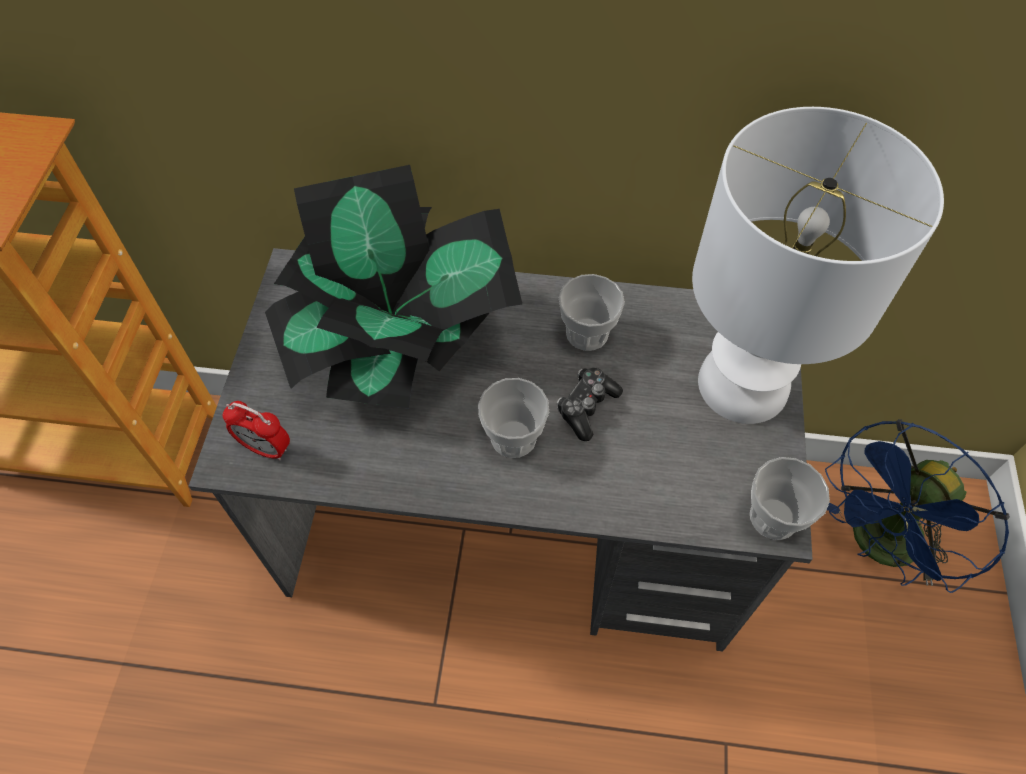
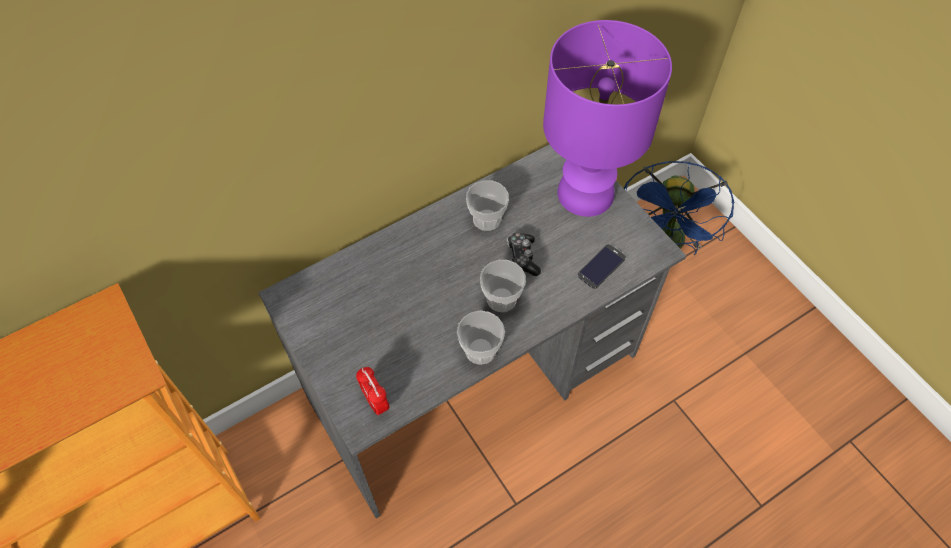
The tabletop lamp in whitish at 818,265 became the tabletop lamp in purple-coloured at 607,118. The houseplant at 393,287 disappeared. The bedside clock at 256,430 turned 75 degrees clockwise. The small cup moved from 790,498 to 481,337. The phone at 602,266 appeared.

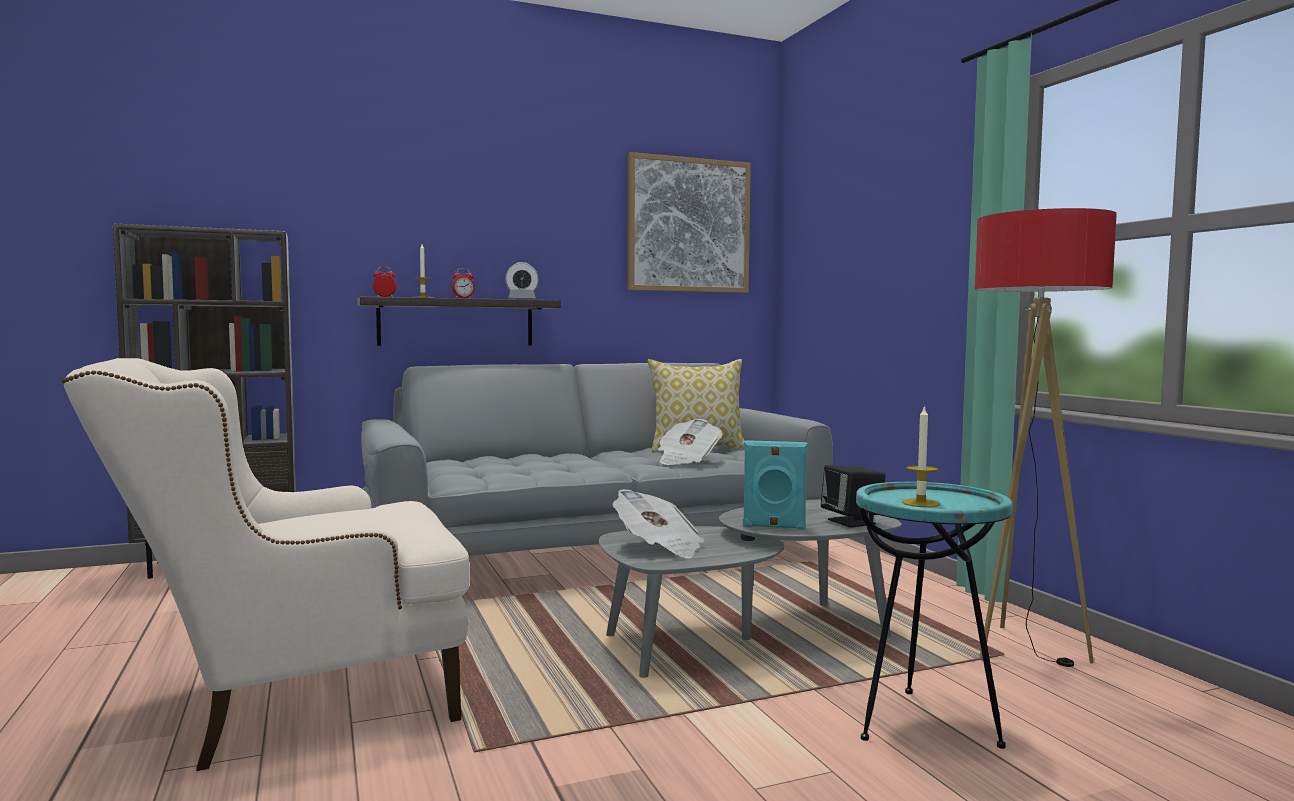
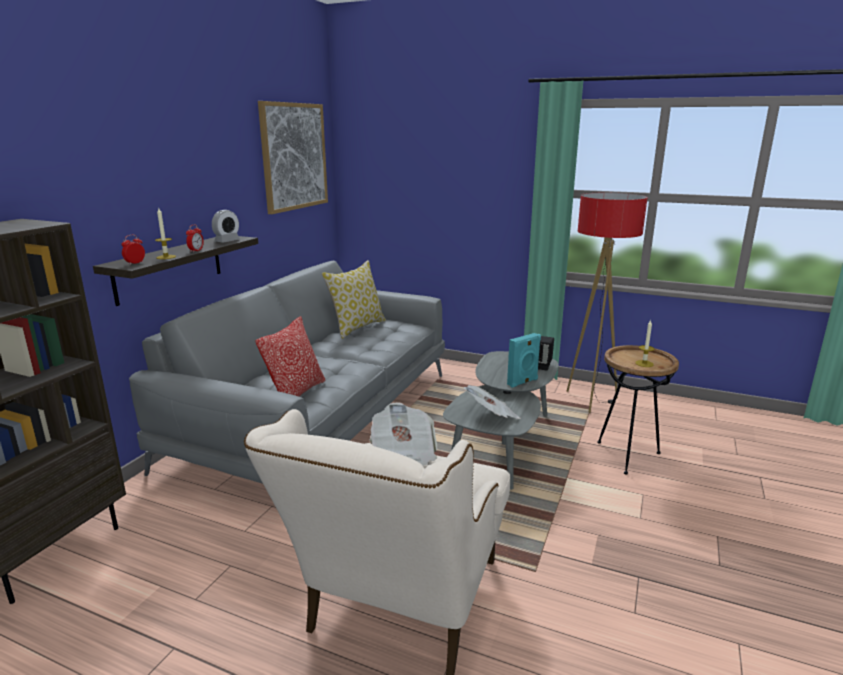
The printed paper moved from 690,442 to 403,434. The end table in turquoise-coloured at 934,615 became the end table in brown at 638,410. The pillow at 290,356 appeared.

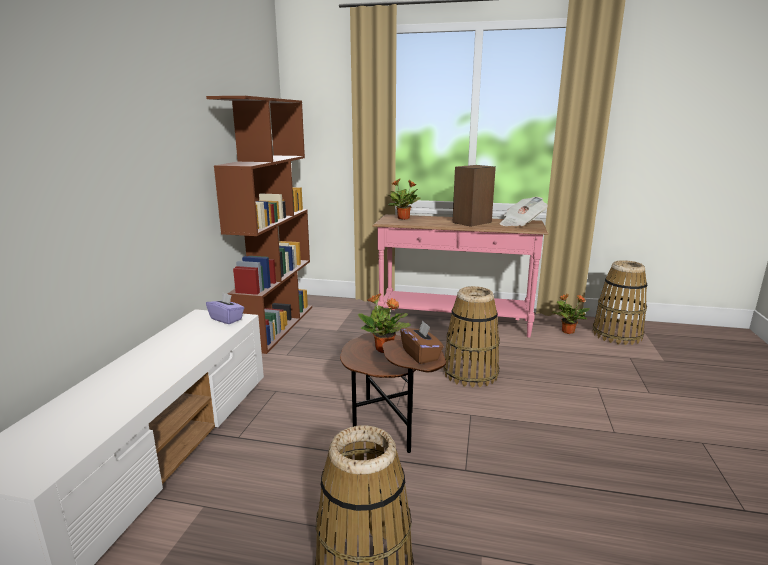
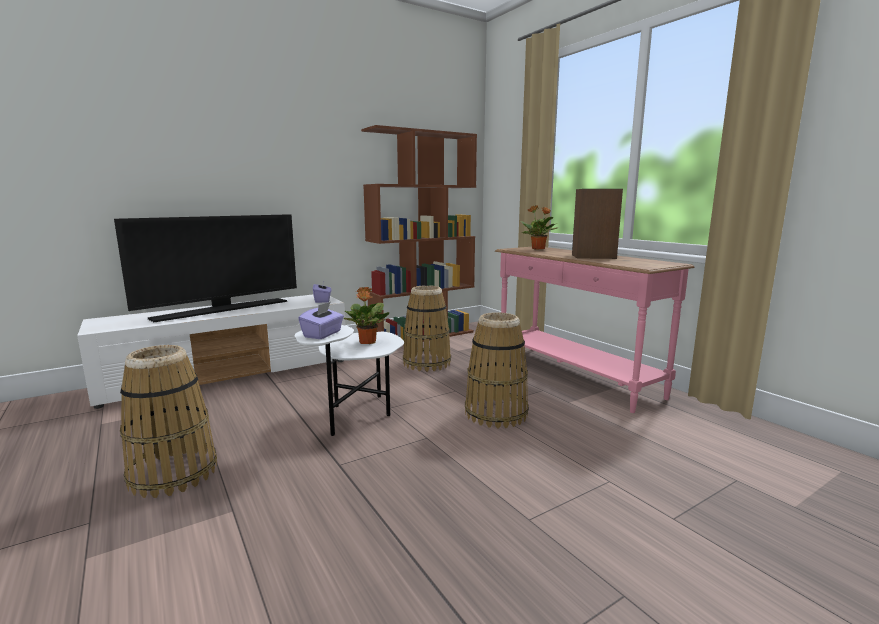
The printed paper at 524,211 disappeared. The household basket moved from 620,302 to 427,328. The houseplant at 571,314 disappeared. The tissue box in brown at 422,342 became the tissue box in purple-coloured at 321,320. The end table in brown at 393,393 became the end table in whitish at 349,380. The television at 205,268 appeared.

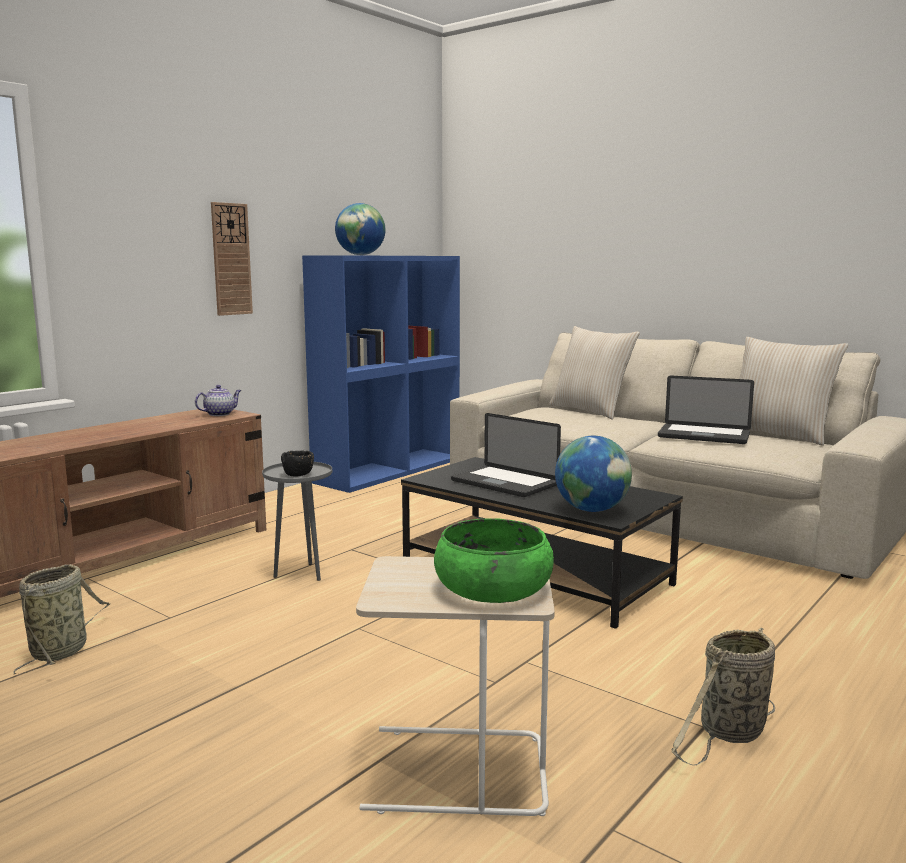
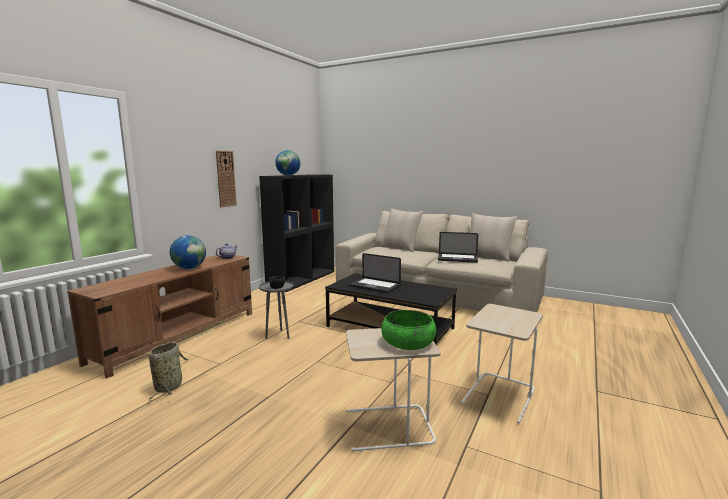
The bookcase in blue at 381,374 became the bookcase in blackish at 296,233. The world globe moved from 593,474 to 188,252. The household basket at 723,697 was replaced by the end table in beige-coloured at 502,364.

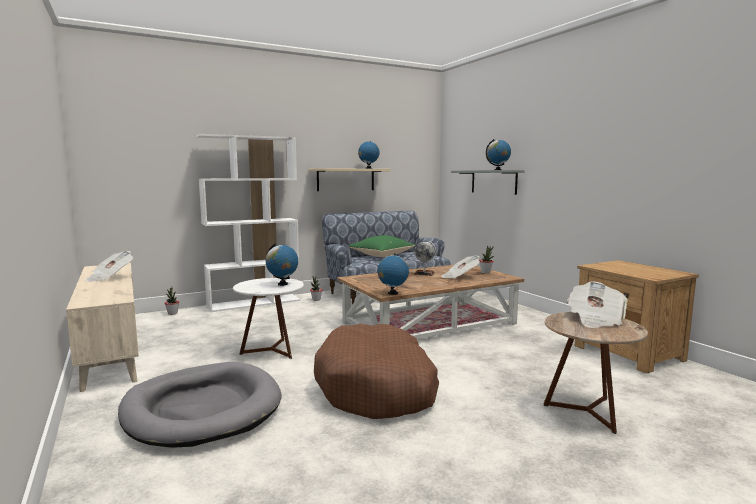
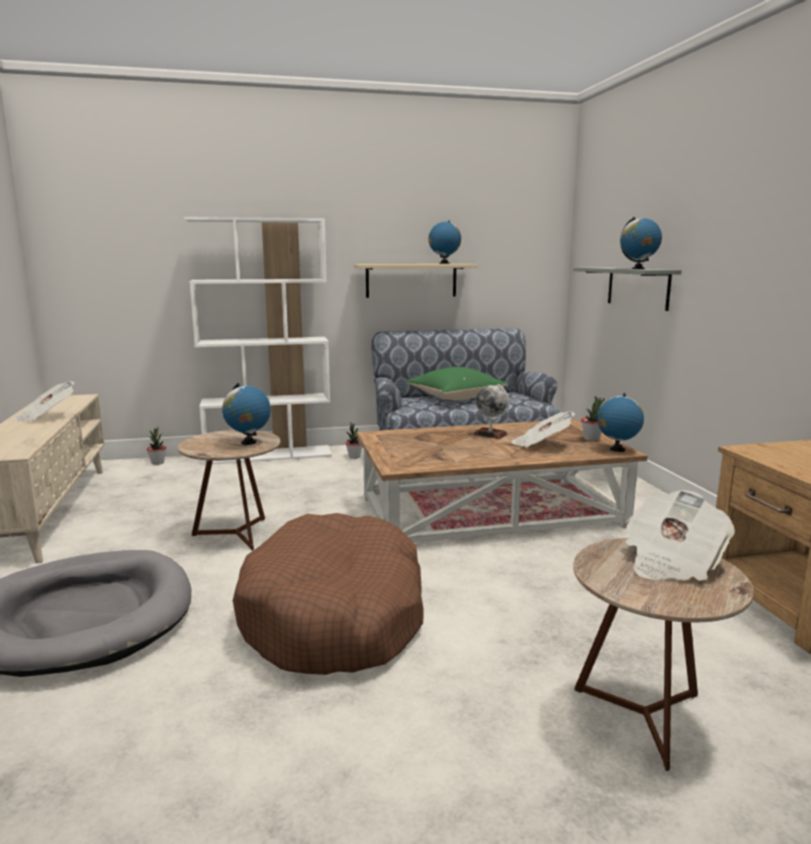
The world globe moved from 393,274 to 620,422. The end table in whitish at 268,318 became the end table in brown at 229,490.

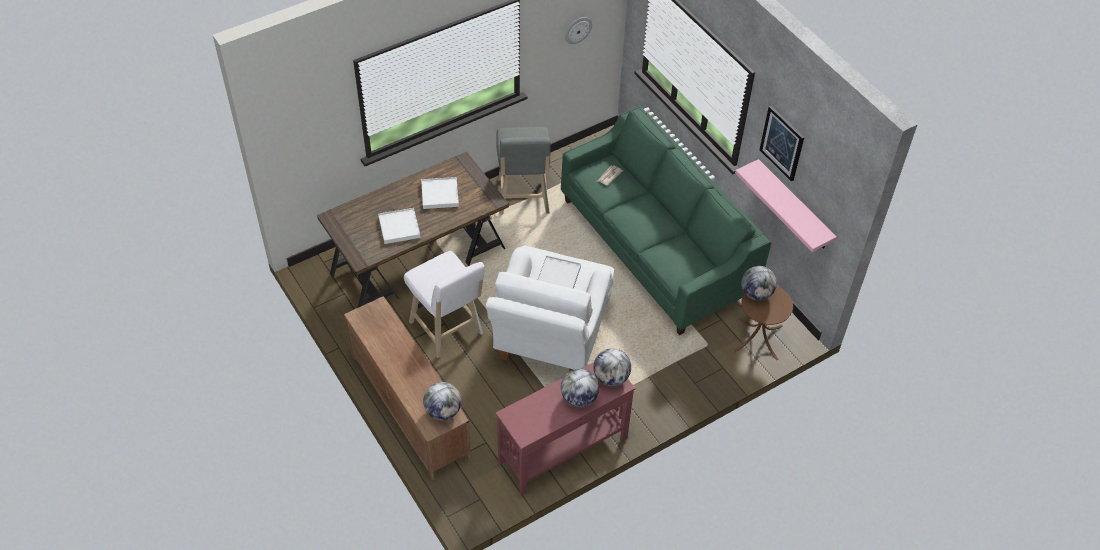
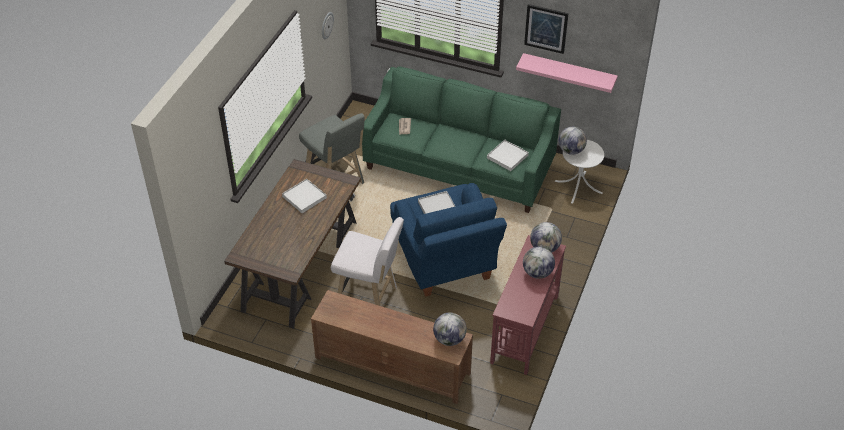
The serving tray in whitish moved from 399,226 to 508,155. The easy chair in whitish at 550,309 became the easy chair in blue at 448,240. The end table in brown at 763,323 became the end table in whitish at 579,172.

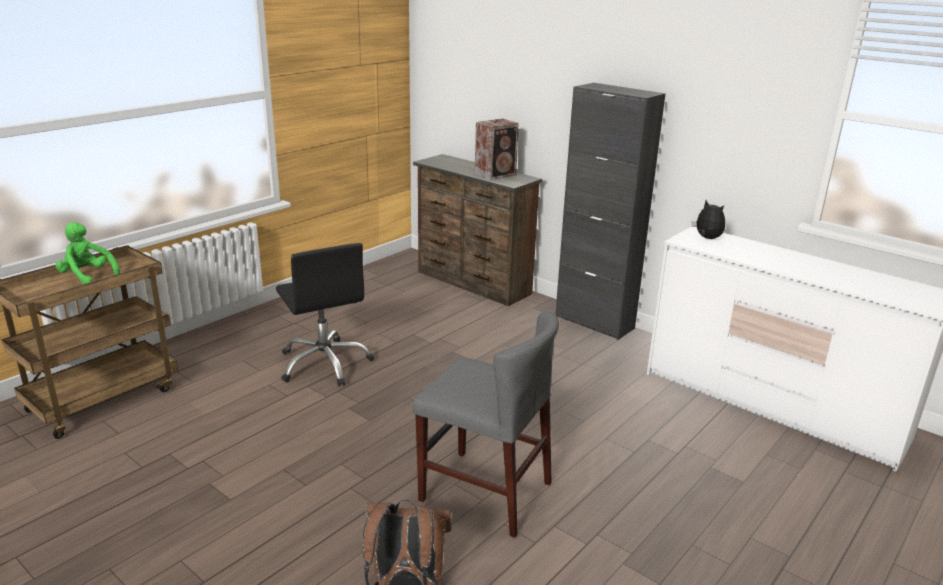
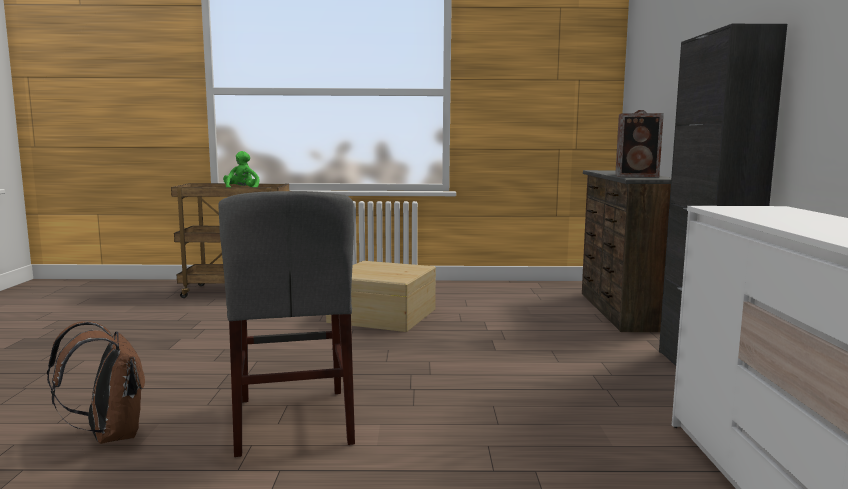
The soft toy at 708,219 disappeared. The office chair in blackish at 325,315 was replaced by the storage bin in beige-coloured at 381,296.

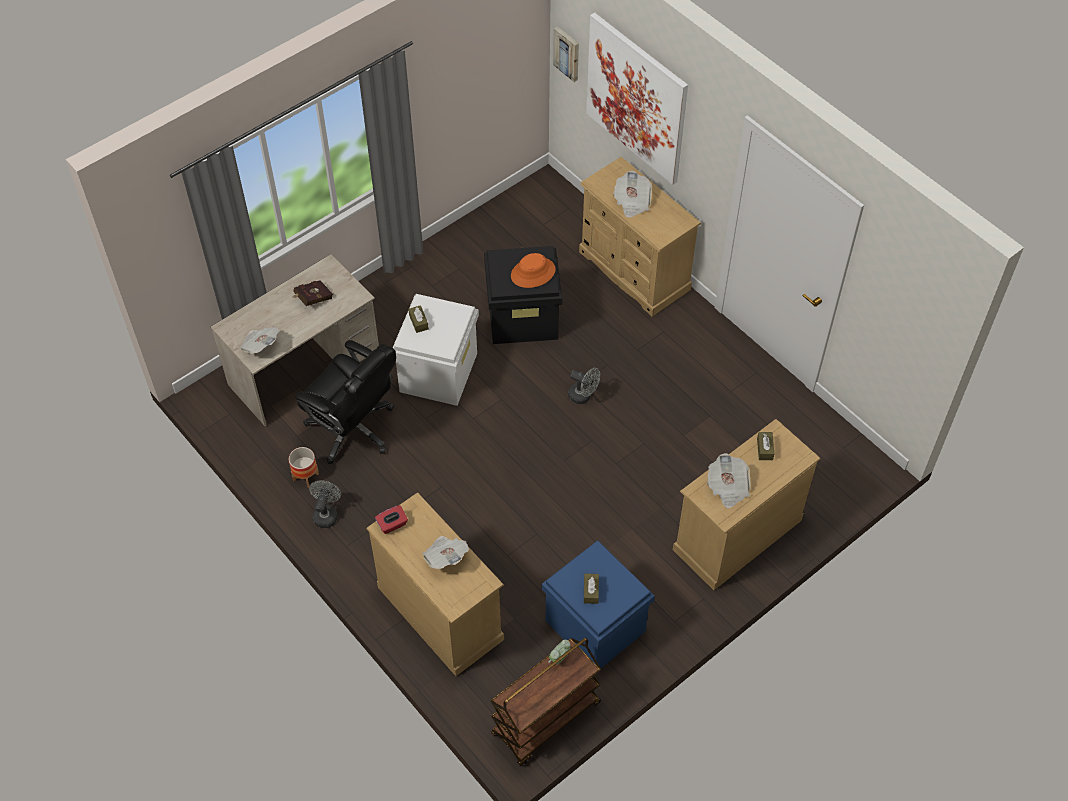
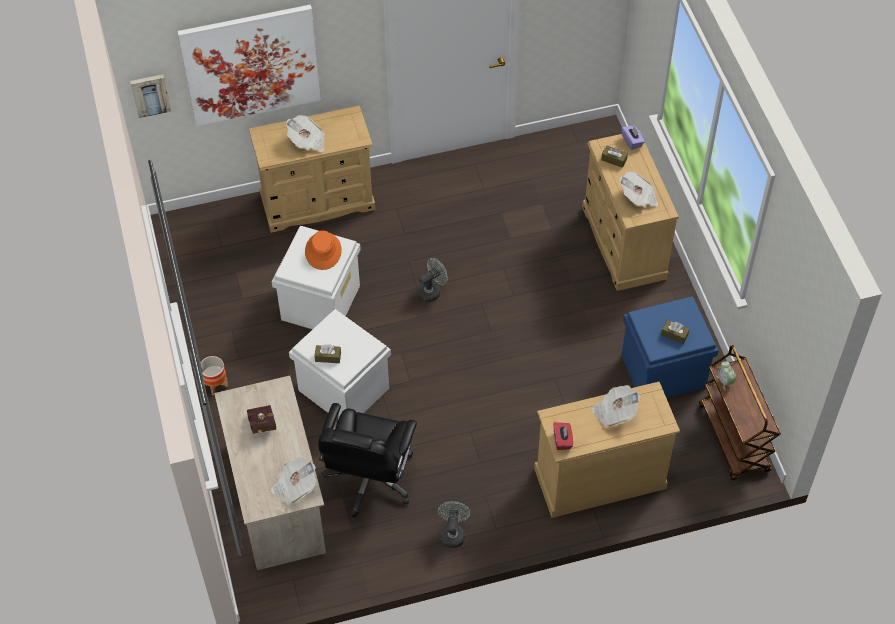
The storage bin in blackish at 523,295 became the storage bin in whitish at 316,277. The office chair in blackish at 345,402 turned 135 degrees clockwise. The plant pot moved from 304,467 to 214,376. The electric fan in grey at 325,504 turned 60 degrees clockwise. The tissue box in purple-coloured at 633,138 appeared.

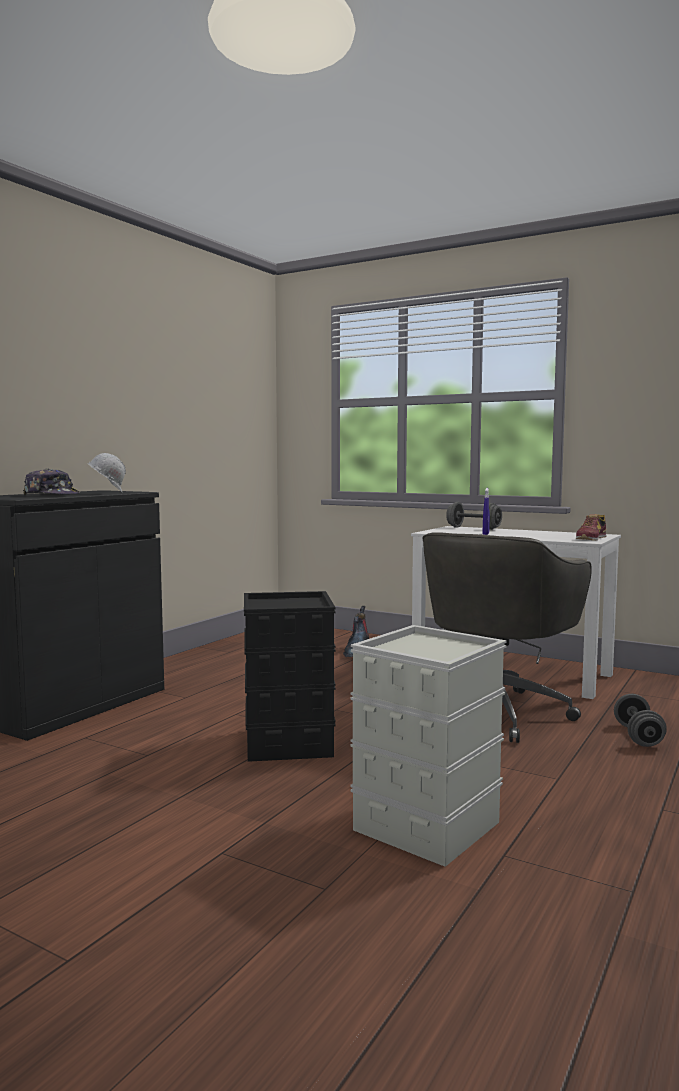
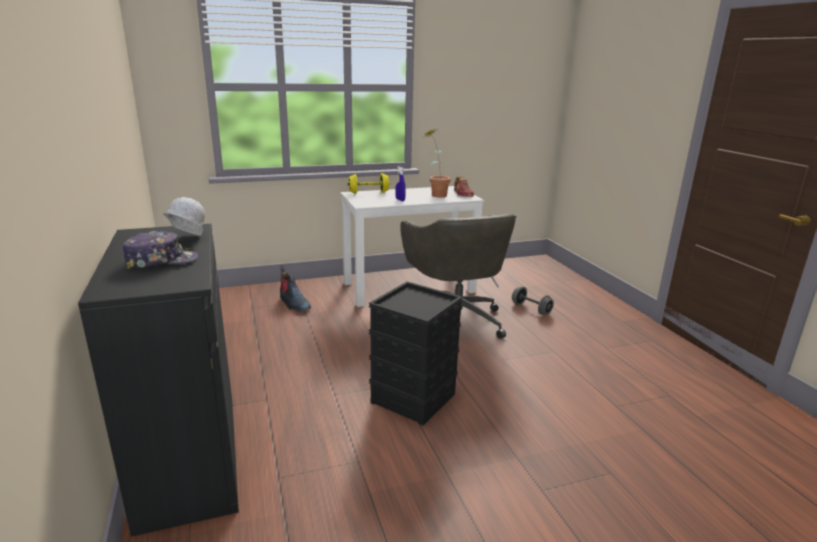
The dumbbell in grey at 474,516 became the dumbbell in yellowish at 369,183. The storage bin in grey at 428,746 disappeared. The houseplant at 437,164 appeared.

